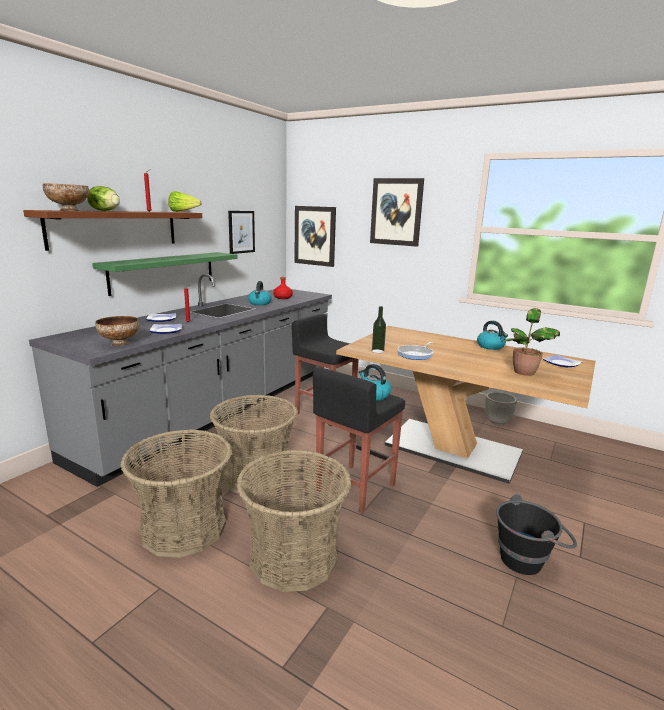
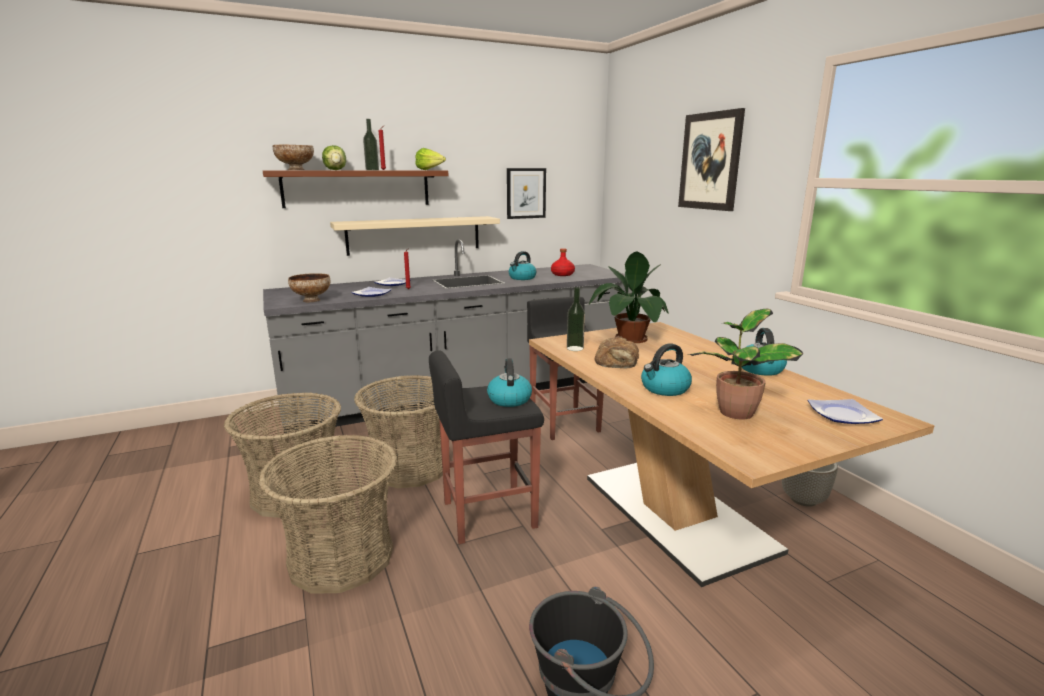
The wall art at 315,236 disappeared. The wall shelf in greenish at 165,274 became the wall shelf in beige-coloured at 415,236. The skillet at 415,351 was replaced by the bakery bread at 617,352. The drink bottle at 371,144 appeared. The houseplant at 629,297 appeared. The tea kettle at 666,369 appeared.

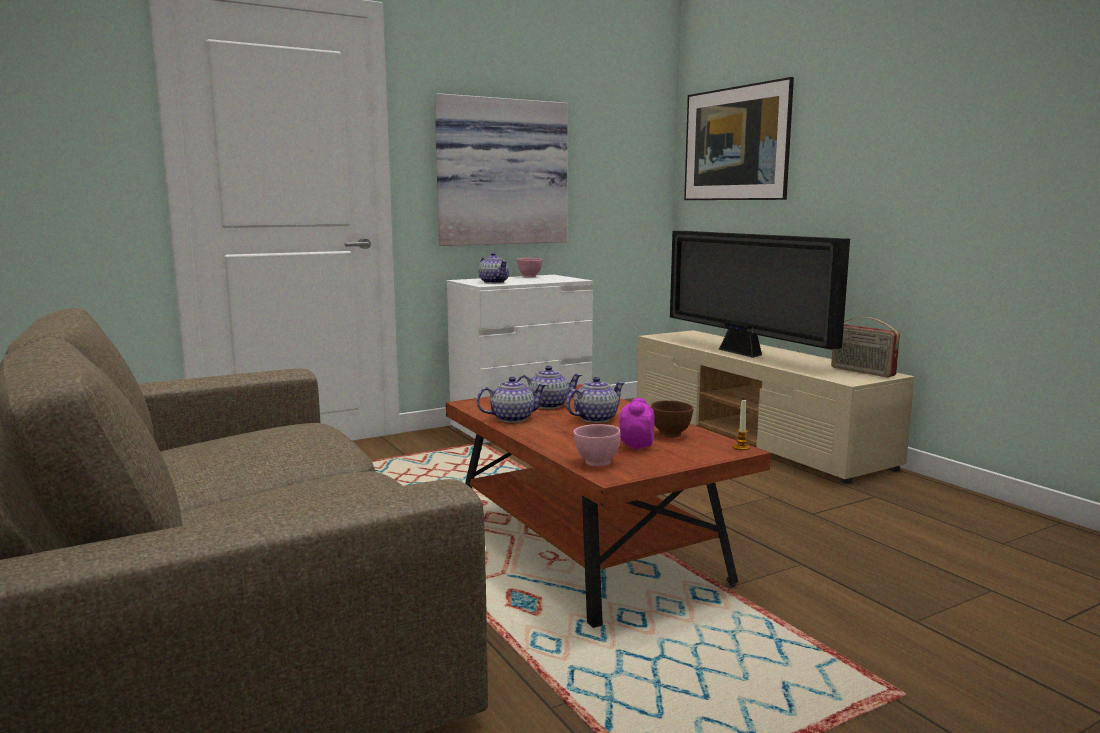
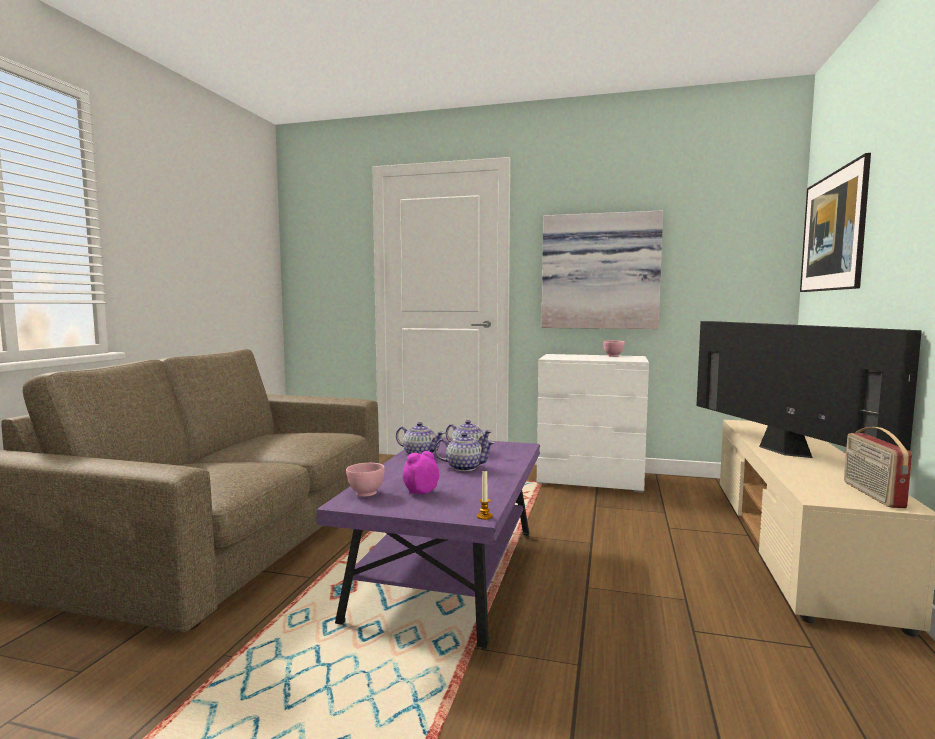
The television at 760,294 turned 150 degrees clockwise. The tea pot at 493,267 disappeared. The low table in brown at 608,506 became the low table in purple-coloured at 428,544. The serving bowl in brown at 672,419 disappeared.

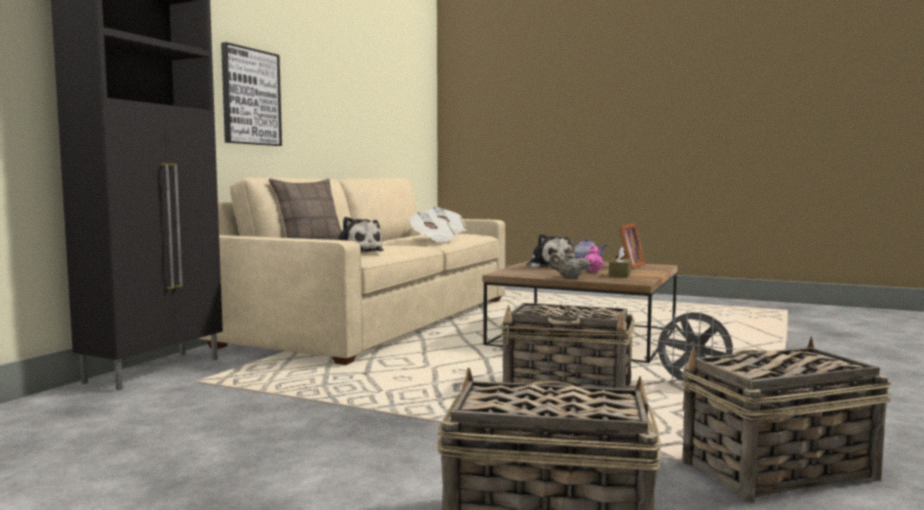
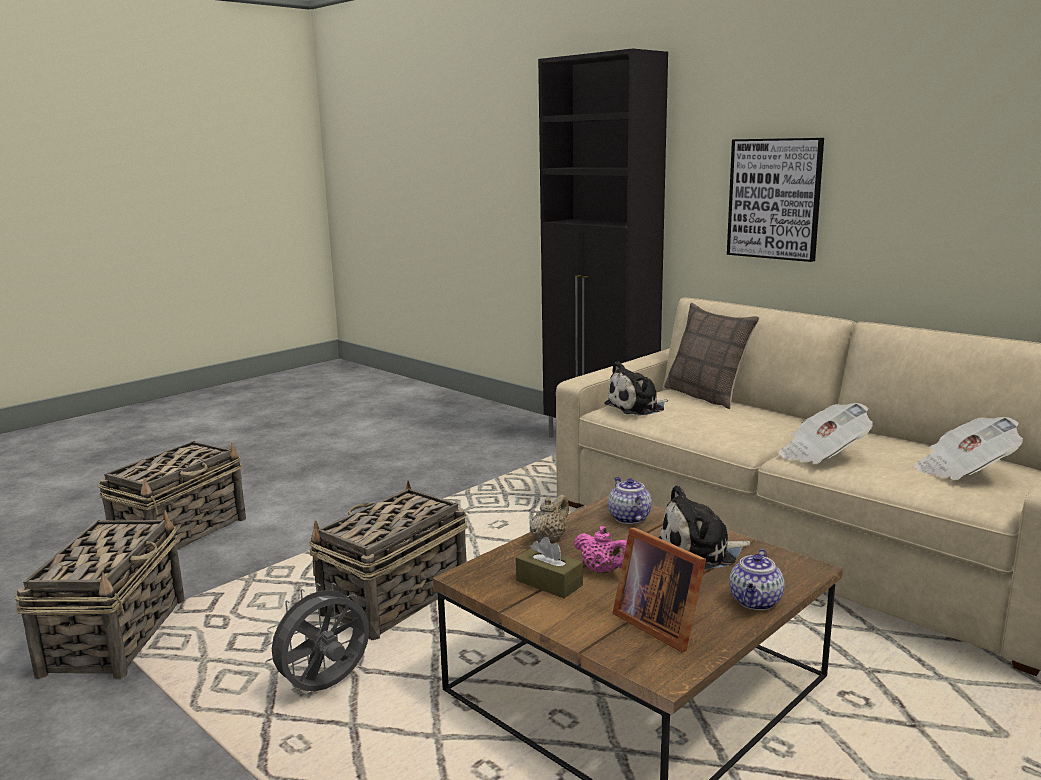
The tea pot at 630,500 appeared.

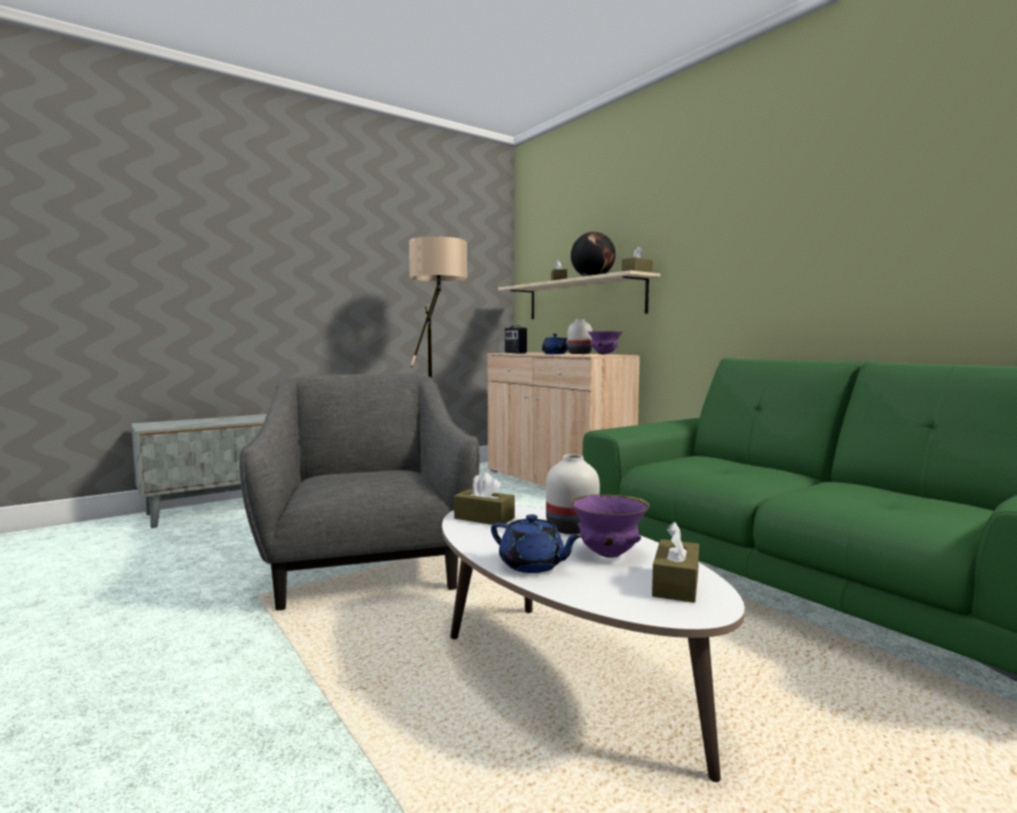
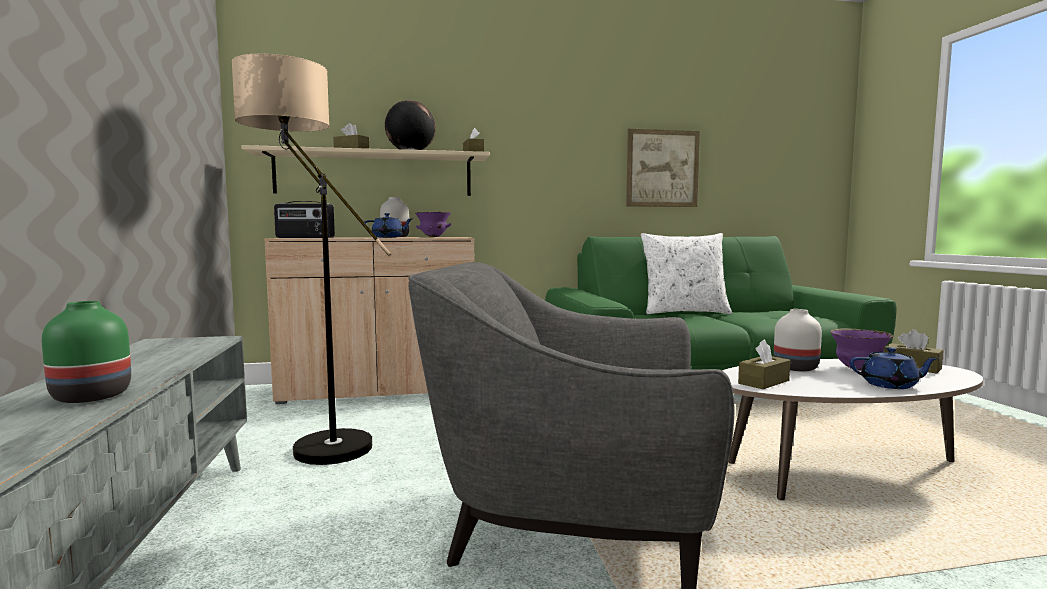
The tea pot in blue at 536,543 turned 45 degrees clockwise. The wall art at 663,168 appeared. The pillow in whitish at 686,273 appeared. The flower vase in greenish at 86,352 appeared.

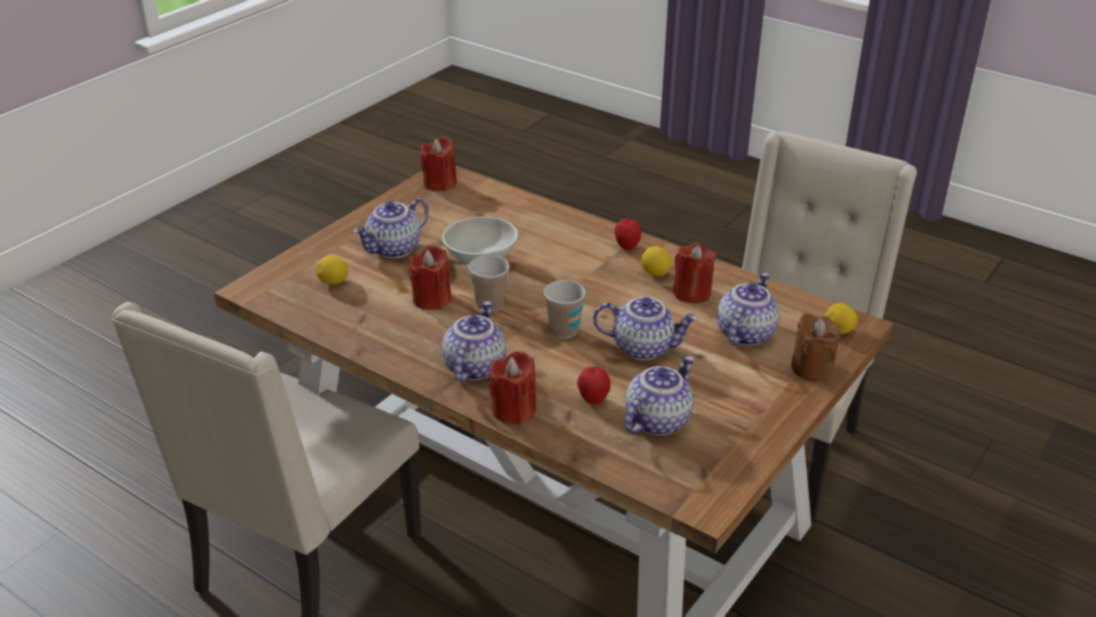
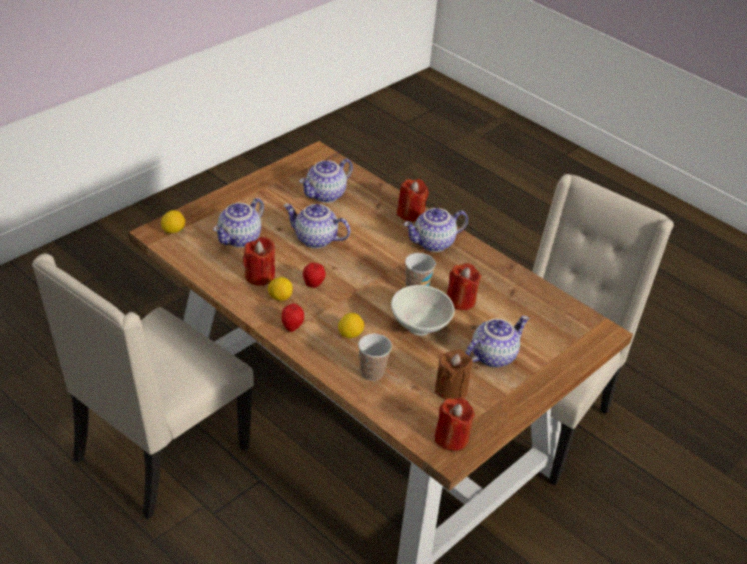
The lemon moved from 332,270 to 351,325. The small cup moved from 565,309 to 375,357. The tea pot at 474,342 turned 45 degrees clockwise. The candle in brown moved from 815,347 to 454,374. The whole apple moved from 594,385 to 314,275.

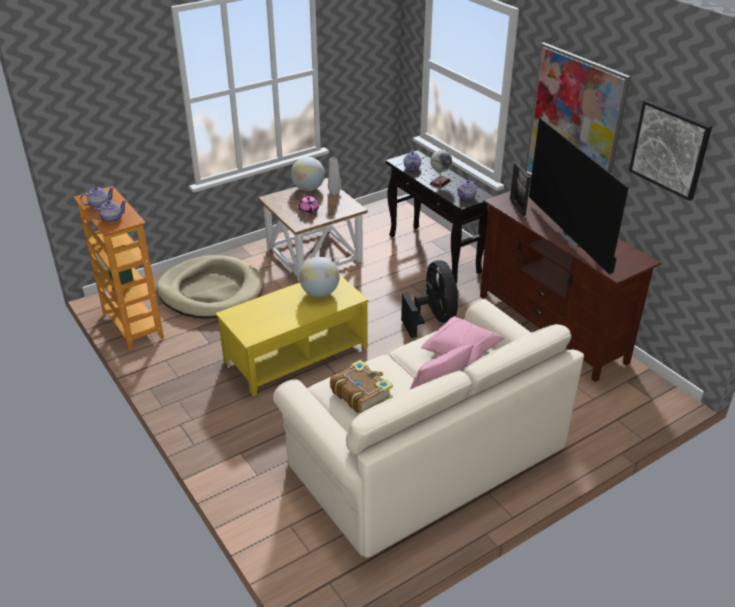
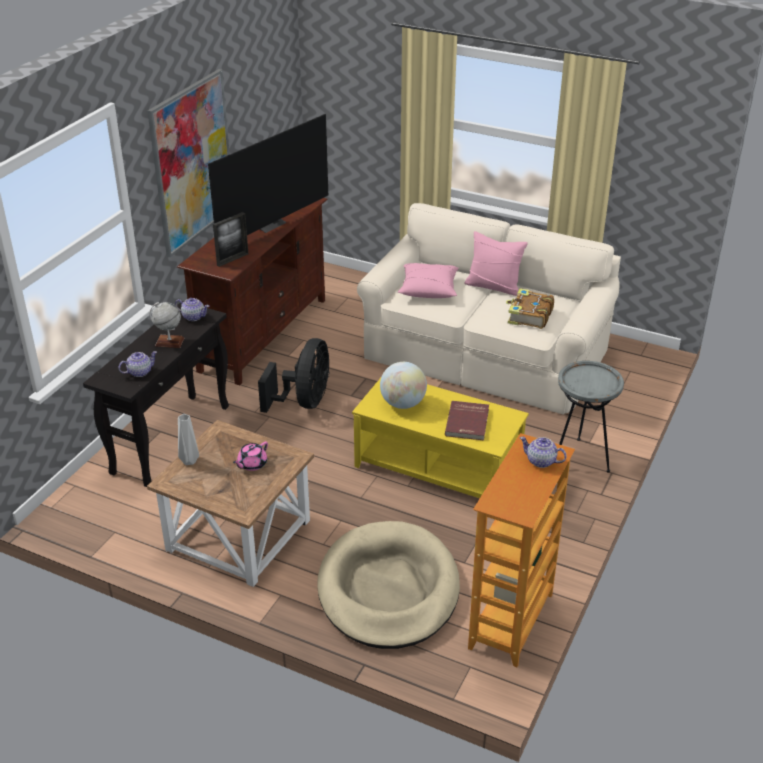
The wall art at 670,150 disappeared. The world globe at 308,174 disappeared. The tea pot at 97,197 disappeared. The electric fan in blackish at 429,299 turned 150 degrees clockwise. The end table in grey at 591,417 appeared. The volume in red-coloured at 467,420 appeared.

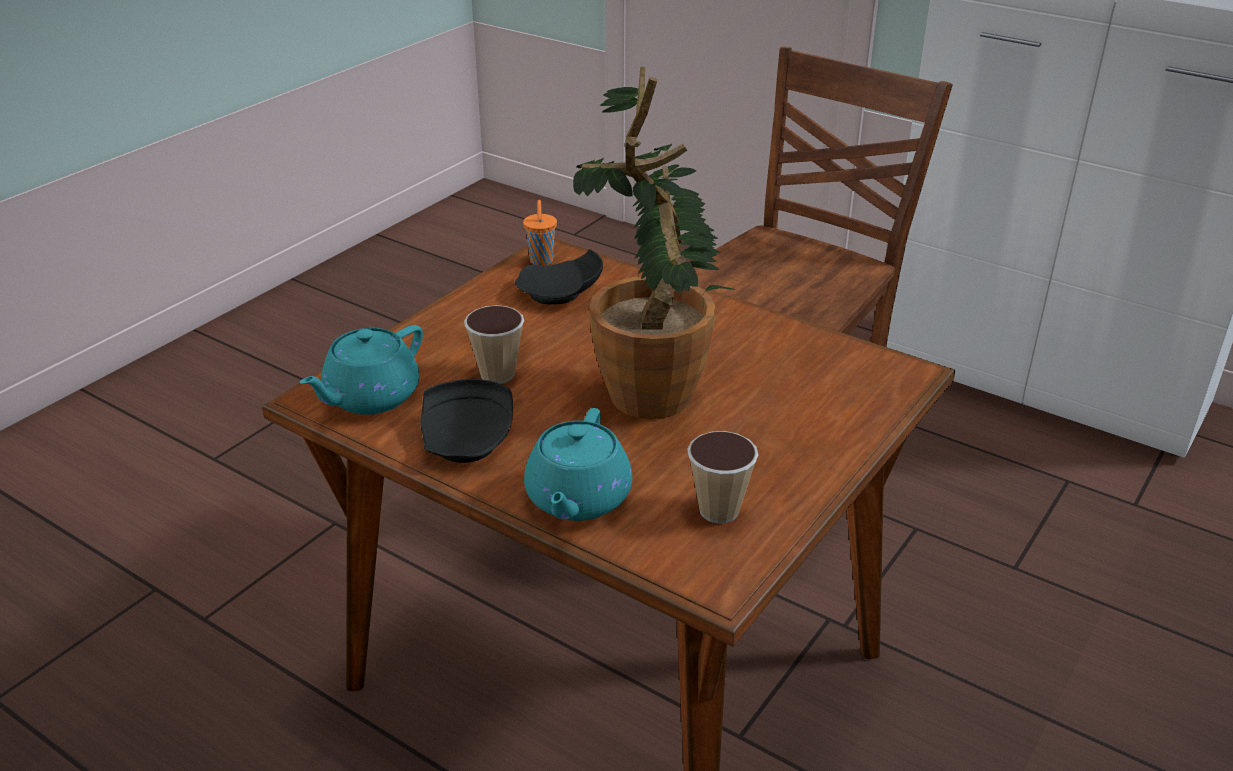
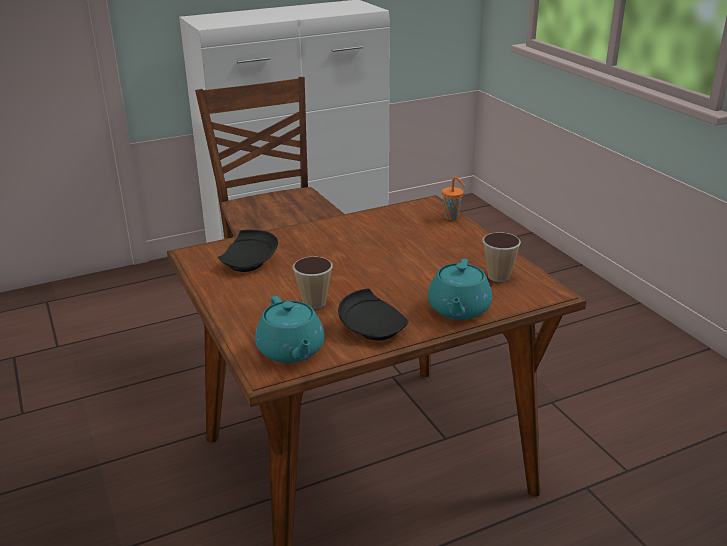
The houseplant at 654,243 disappeared. The small cup in orange moved from 540,233 to 453,198. The tea pot in turquoise-coloured at 578,464 turned 60 degrees clockwise.

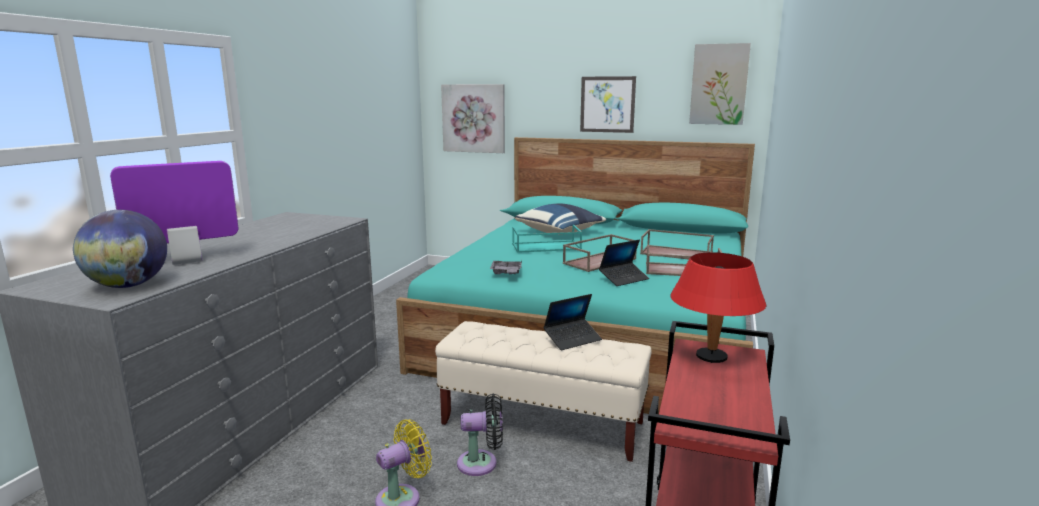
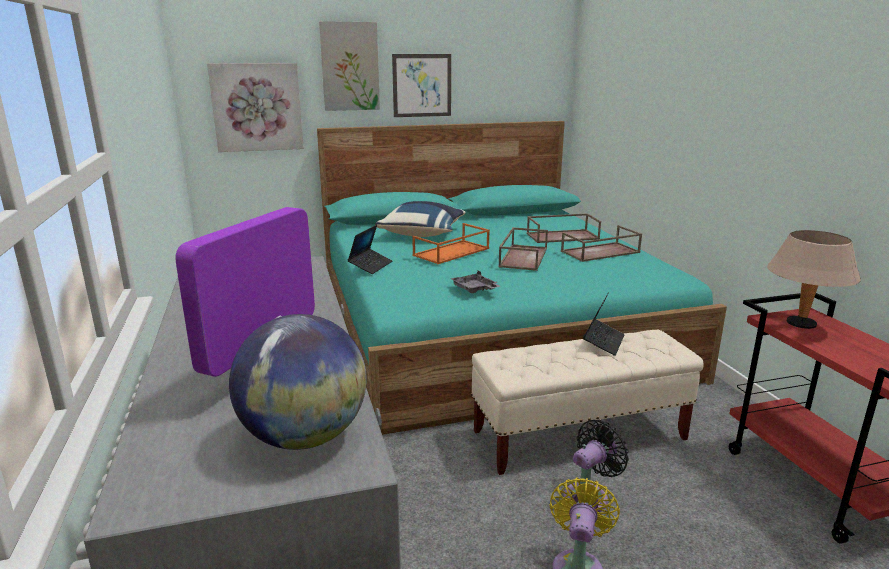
The wall art moved from 720,84 to 349,66. The serving tray in turquoise-coloured at 547,239 became the serving tray in orange at 451,243. The notebook computer moved from 624,263 to 370,249. The tabletop lamp in red-coloured at 718,307 became the tabletop lamp in beige-coloured at 814,279.

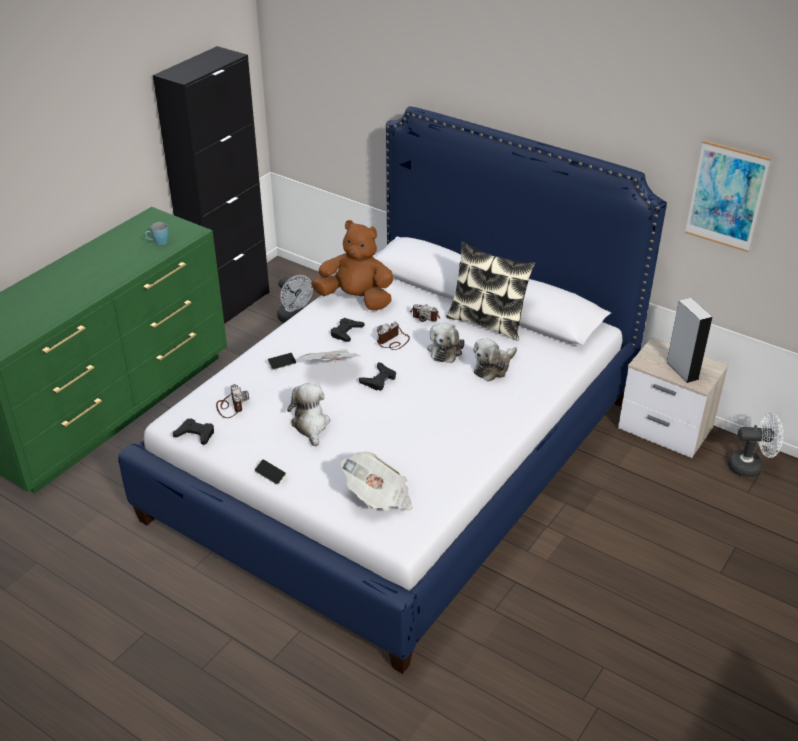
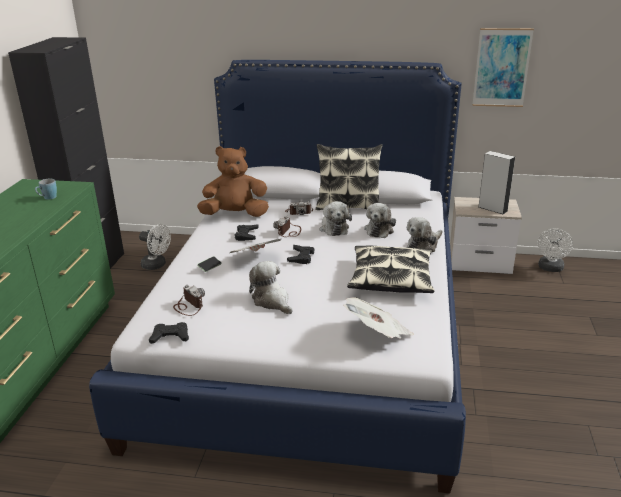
The electric fan in whitish at 756,445 turned 135 degrees clockwise. The phone at 270,472 disappeared. The soft toy at 425,234 appeared. The pillow at 390,269 appeared.

